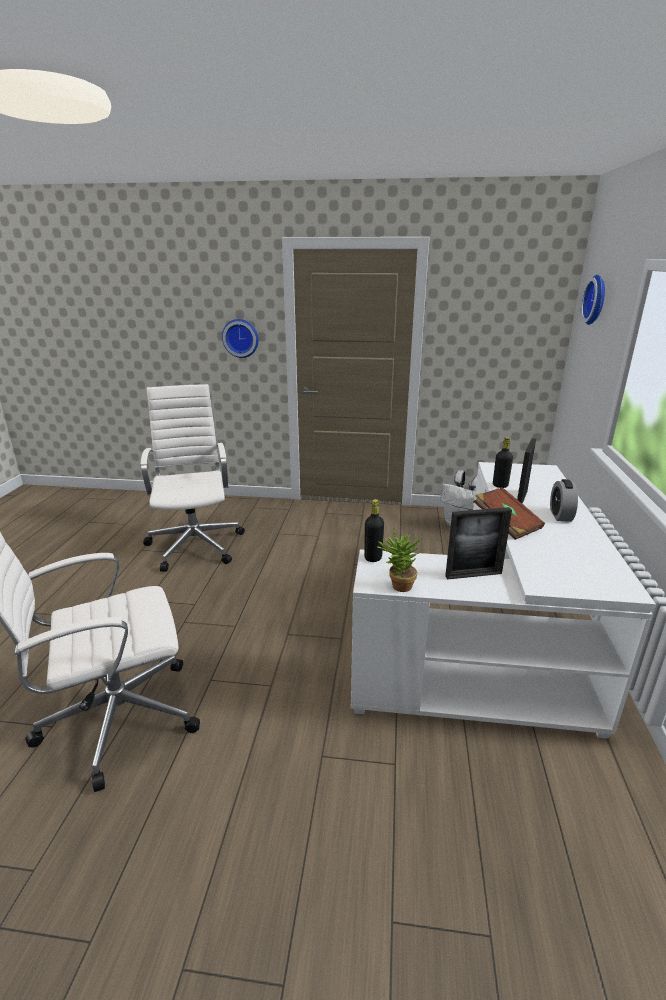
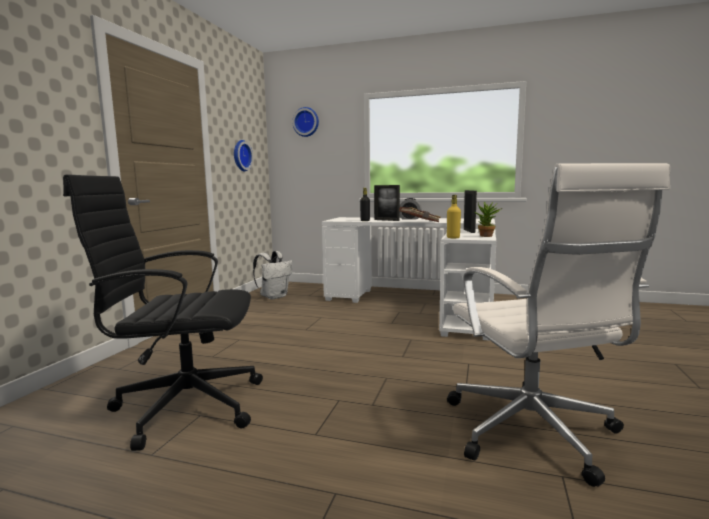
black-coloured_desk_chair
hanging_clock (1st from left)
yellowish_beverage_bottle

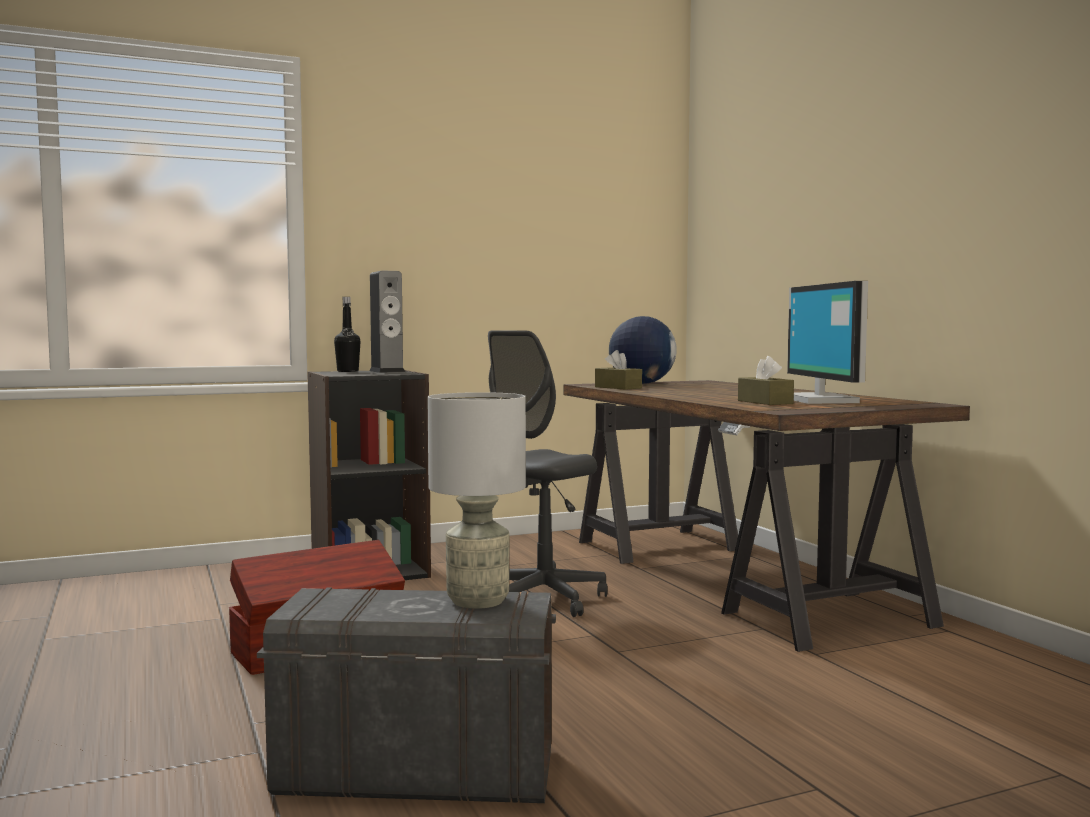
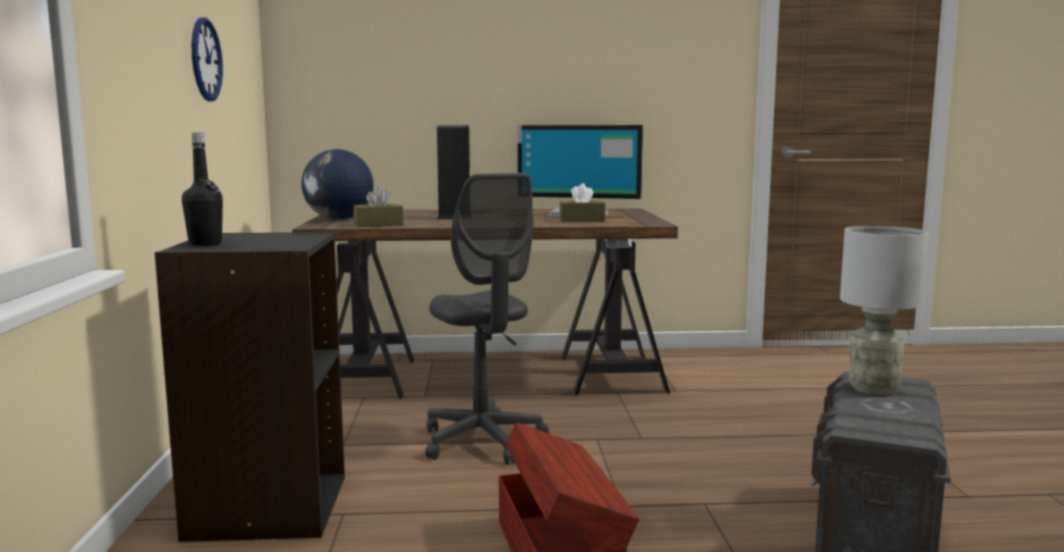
hanging_clock
audio_speaker

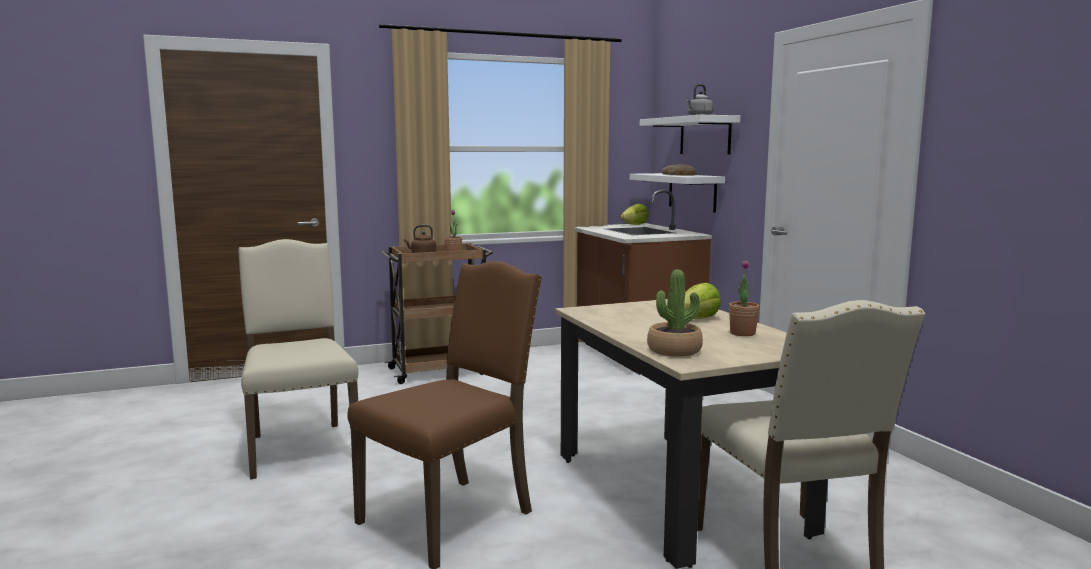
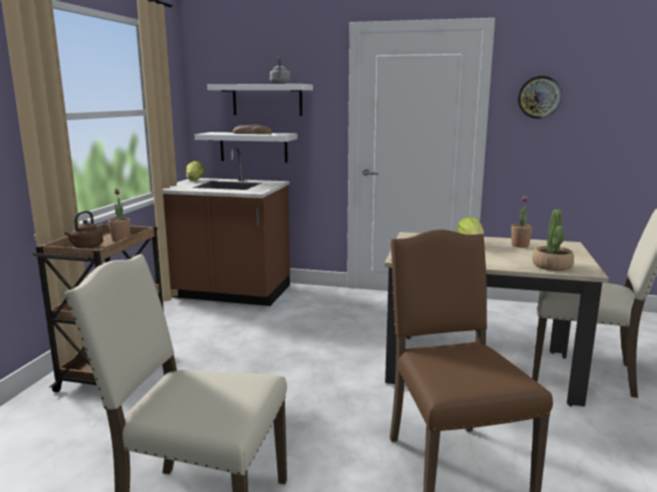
hanging_clock

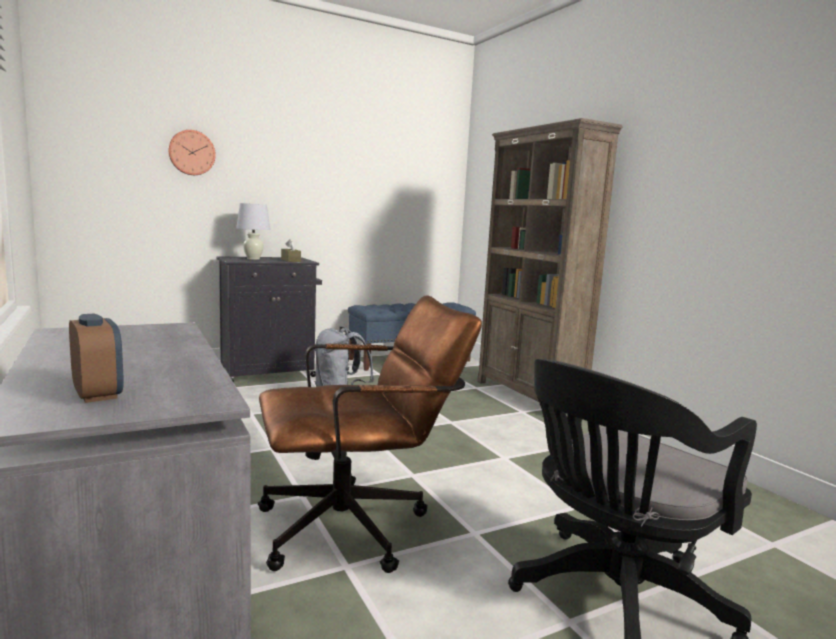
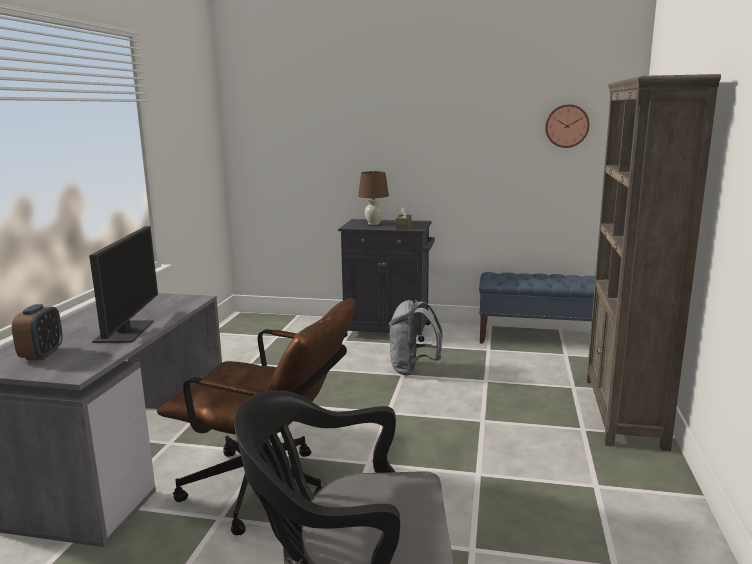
computer_display
brownish_table_lamp
hanging_clock

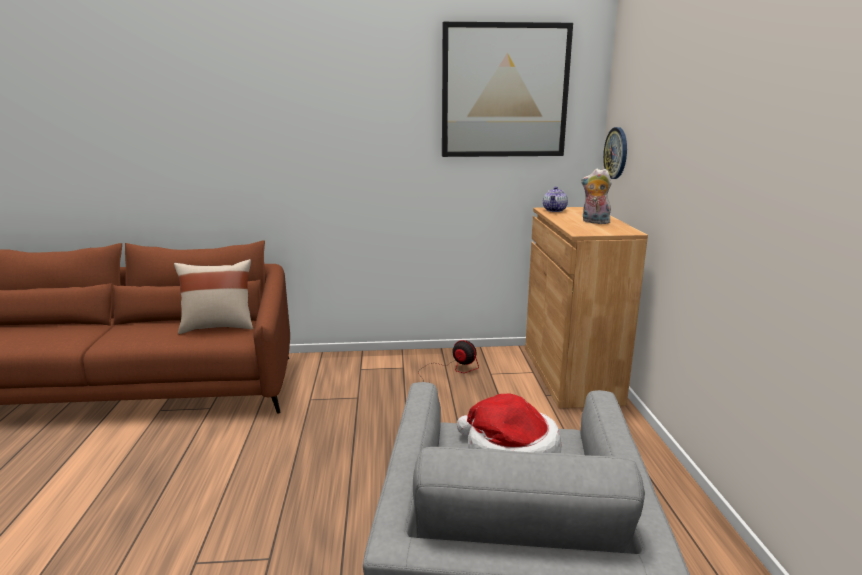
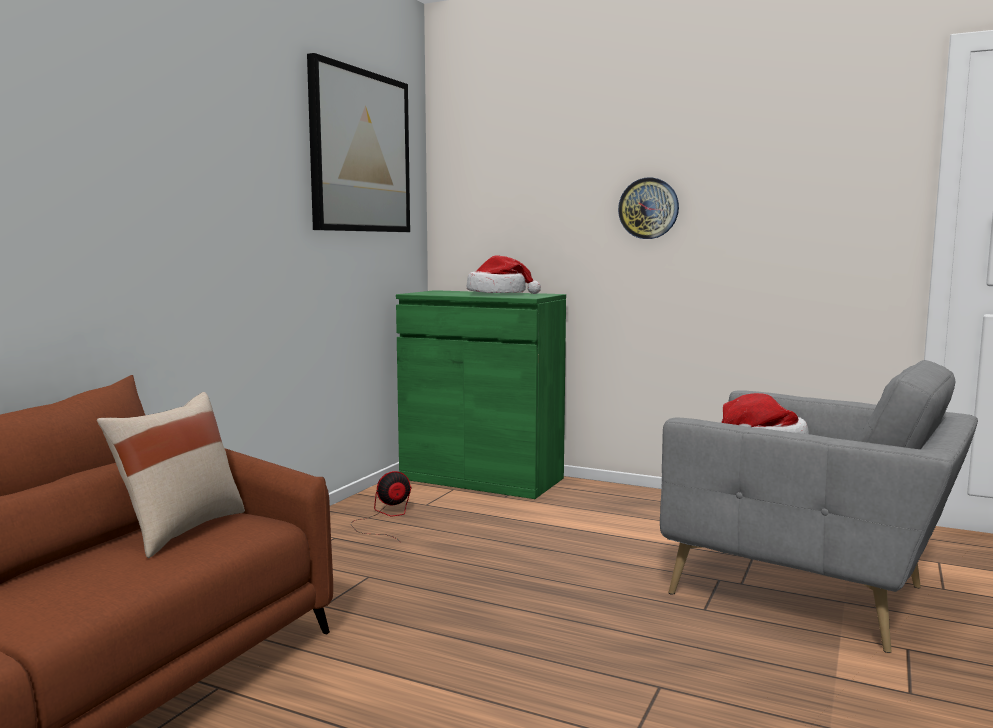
greenish_storage_cabinet
wearable_hat (1st from left)
hanging_clock
tea_pot

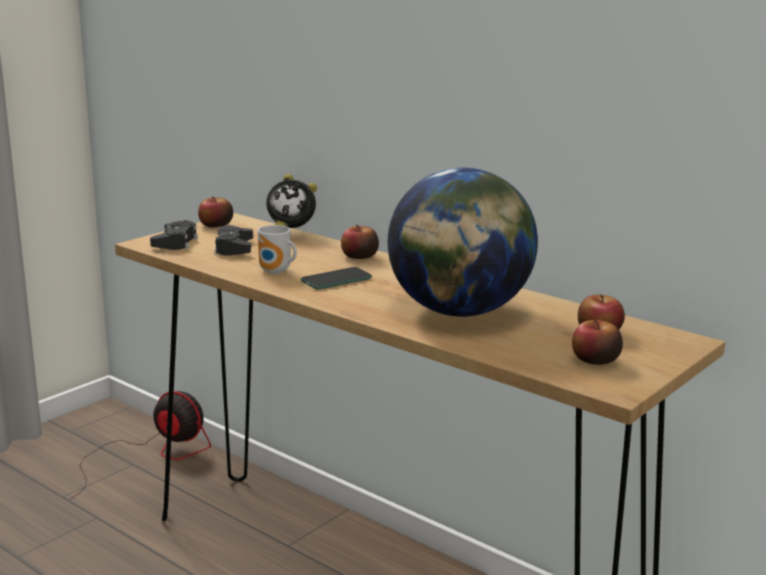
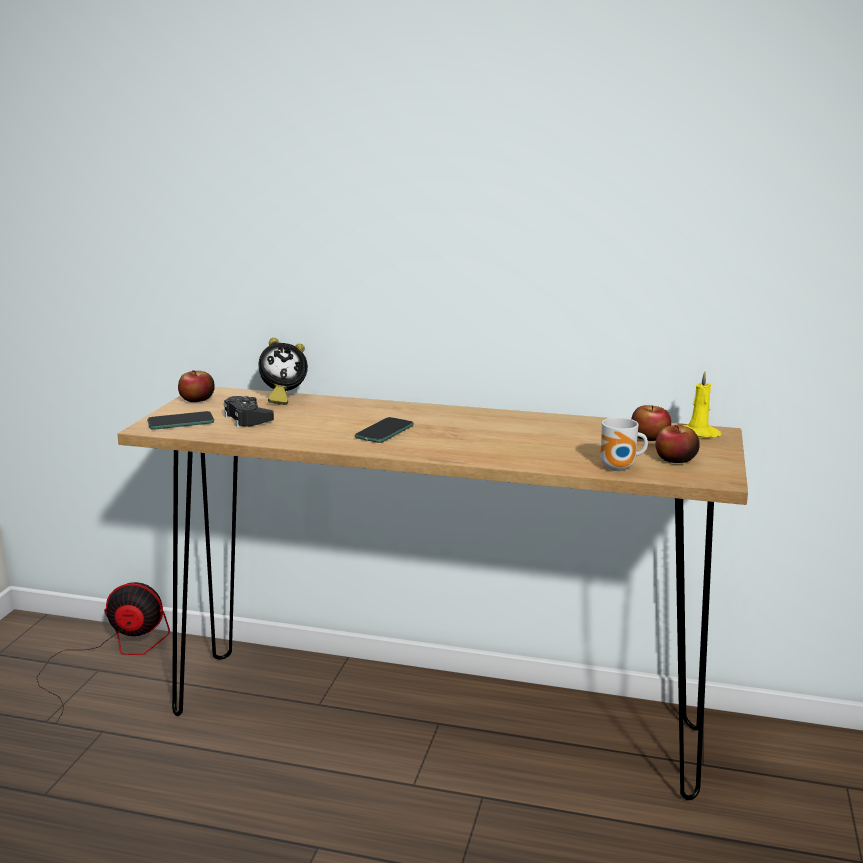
phone (1st from left)
coffee_mug
yellowish_wax_candle
whole_apple (2nd from left in the first image)
world_globe

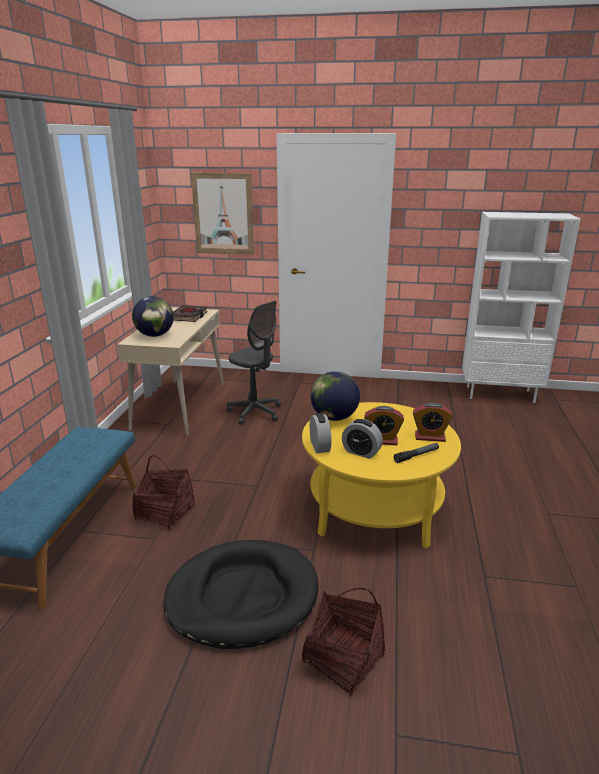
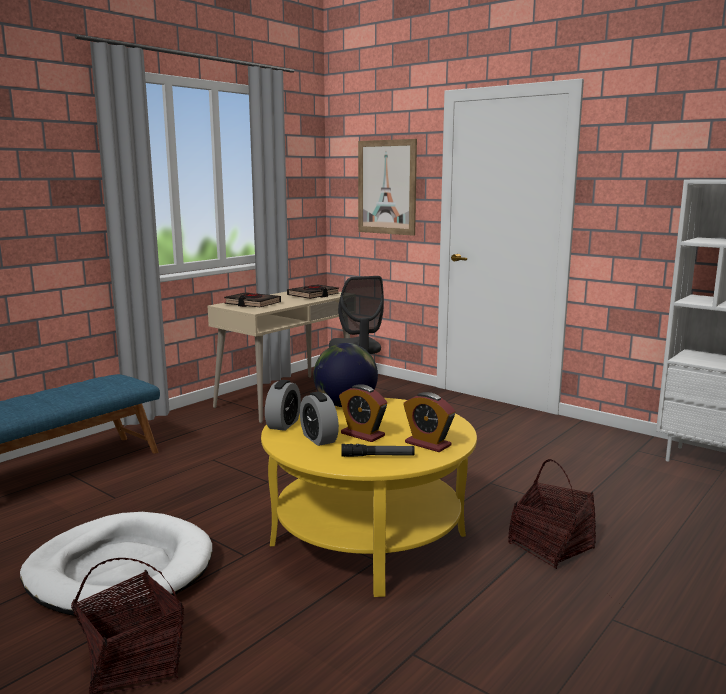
whitish_pet_bed
black-coloured_bound_book (1st from left)
basket (2nd from left)

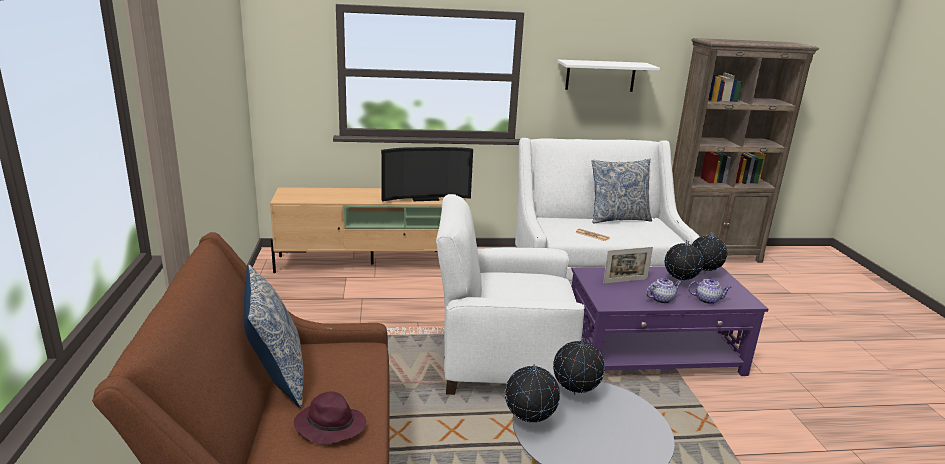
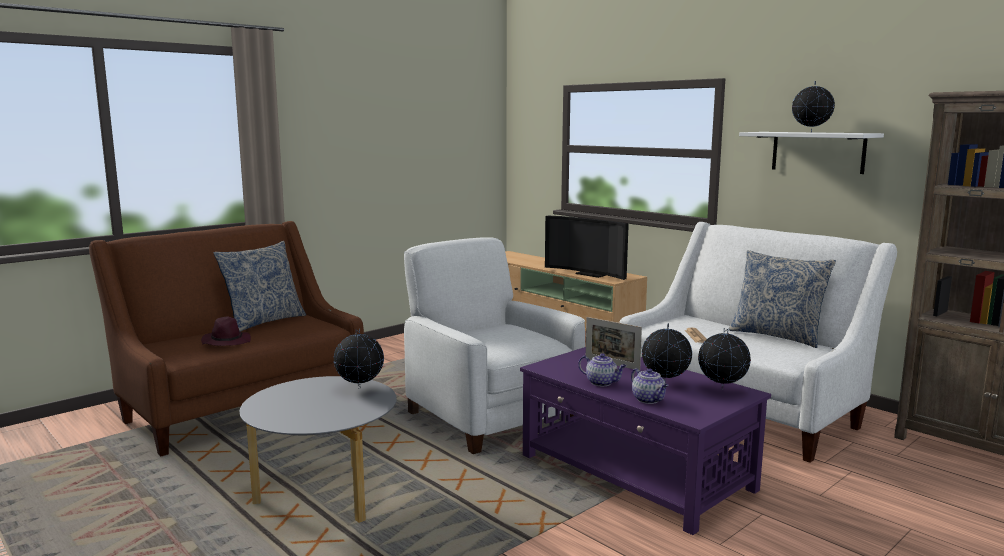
world_globe (4th from left)

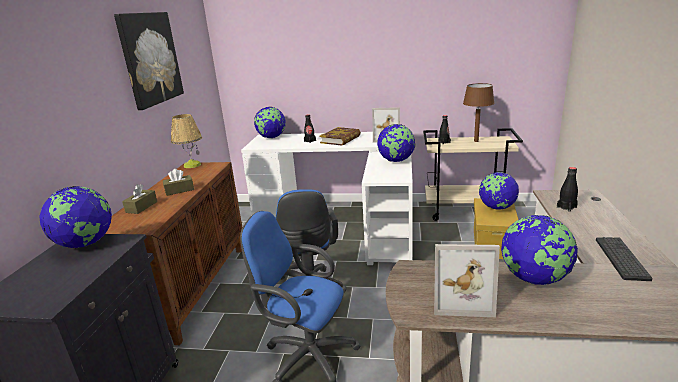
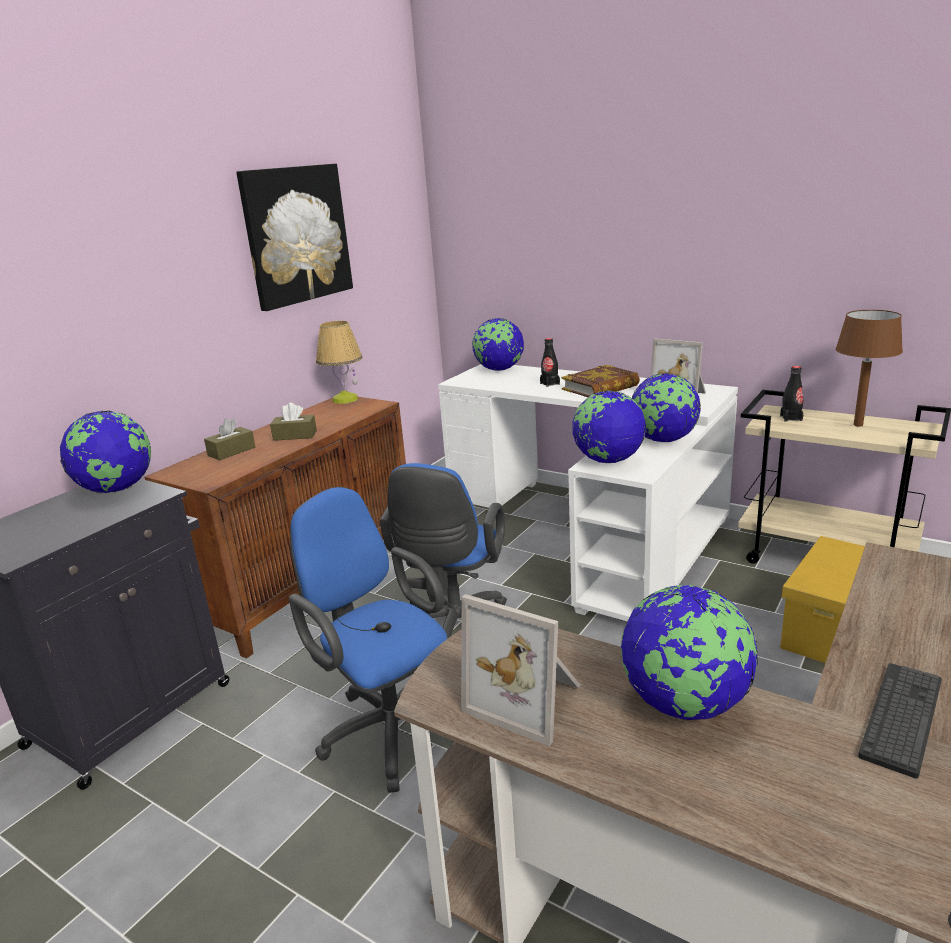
world_globe (3rd from left)
black-coloured_beverage_bottle (3rd from left in the first image)

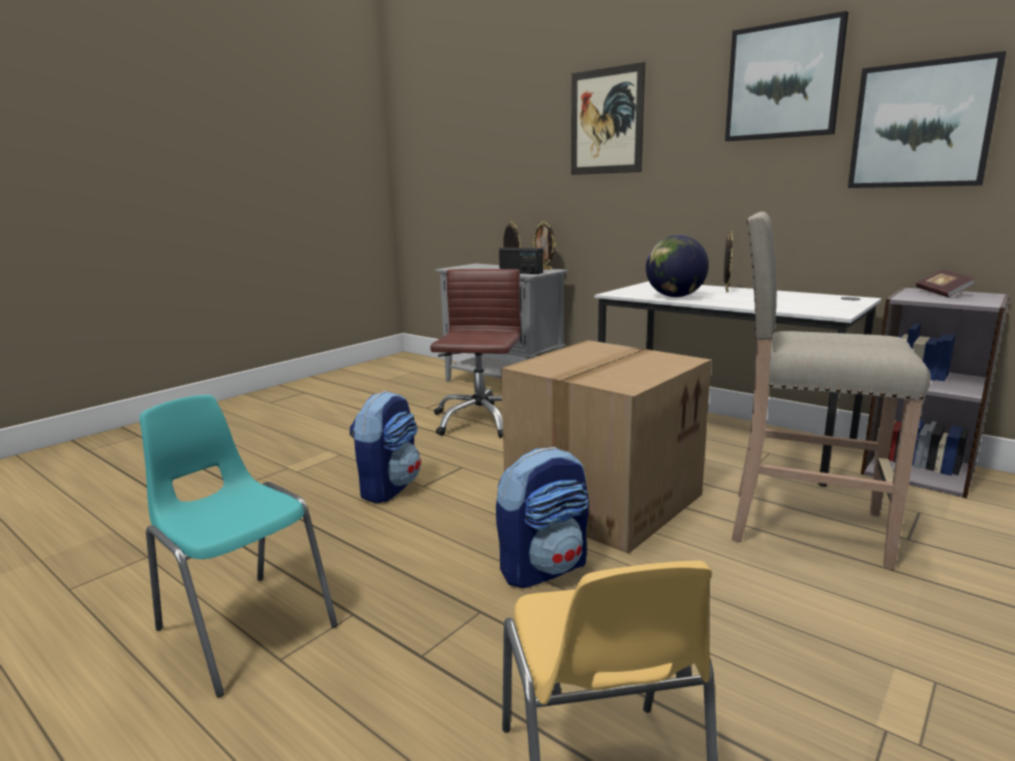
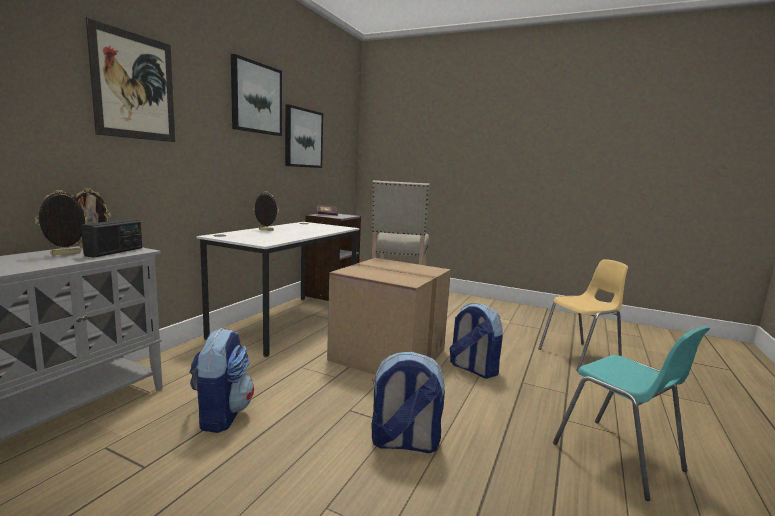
knapsack (1st from left)
turquoise-coloured_upright_chair
world_globe

